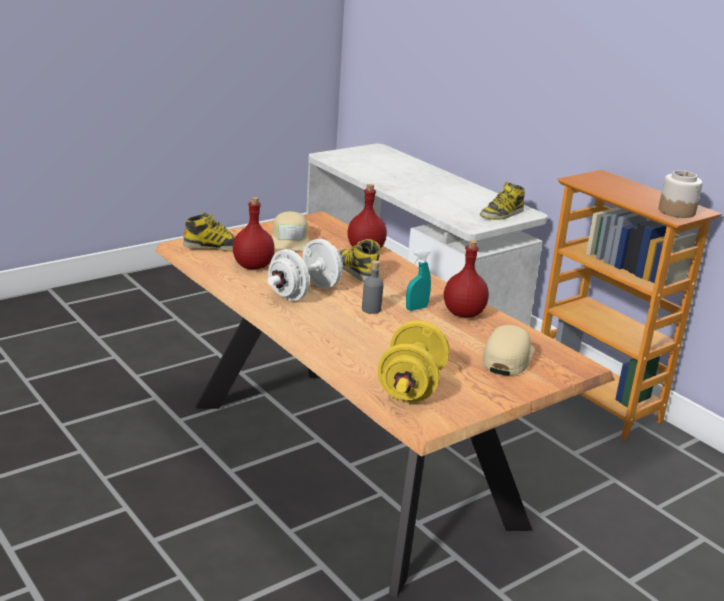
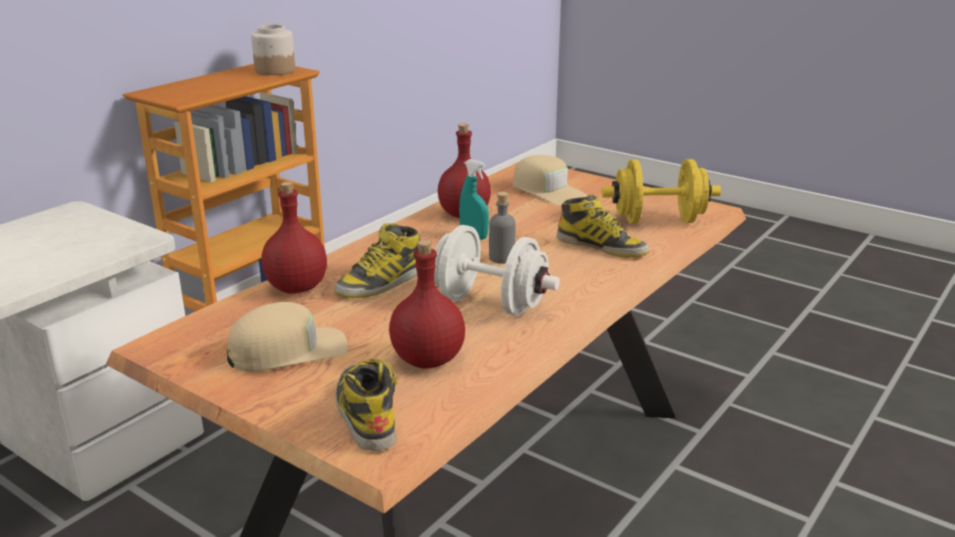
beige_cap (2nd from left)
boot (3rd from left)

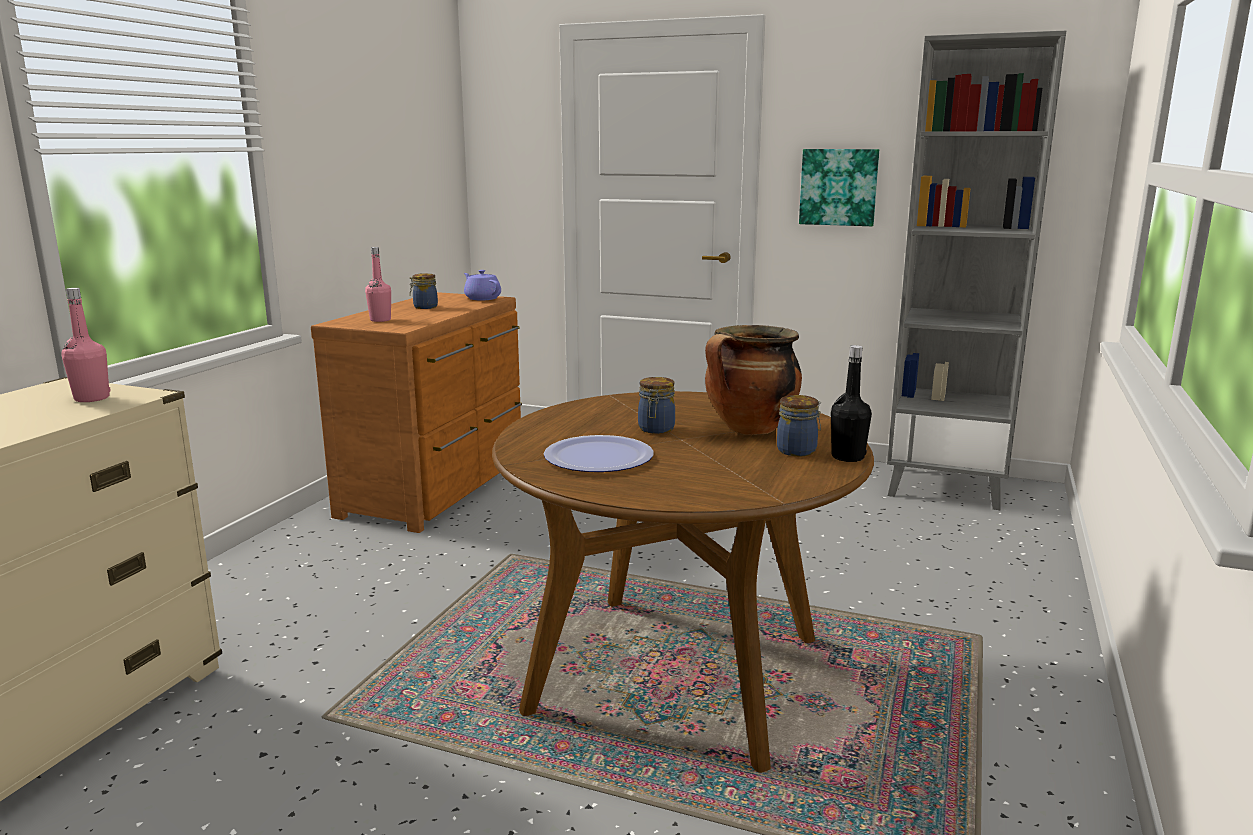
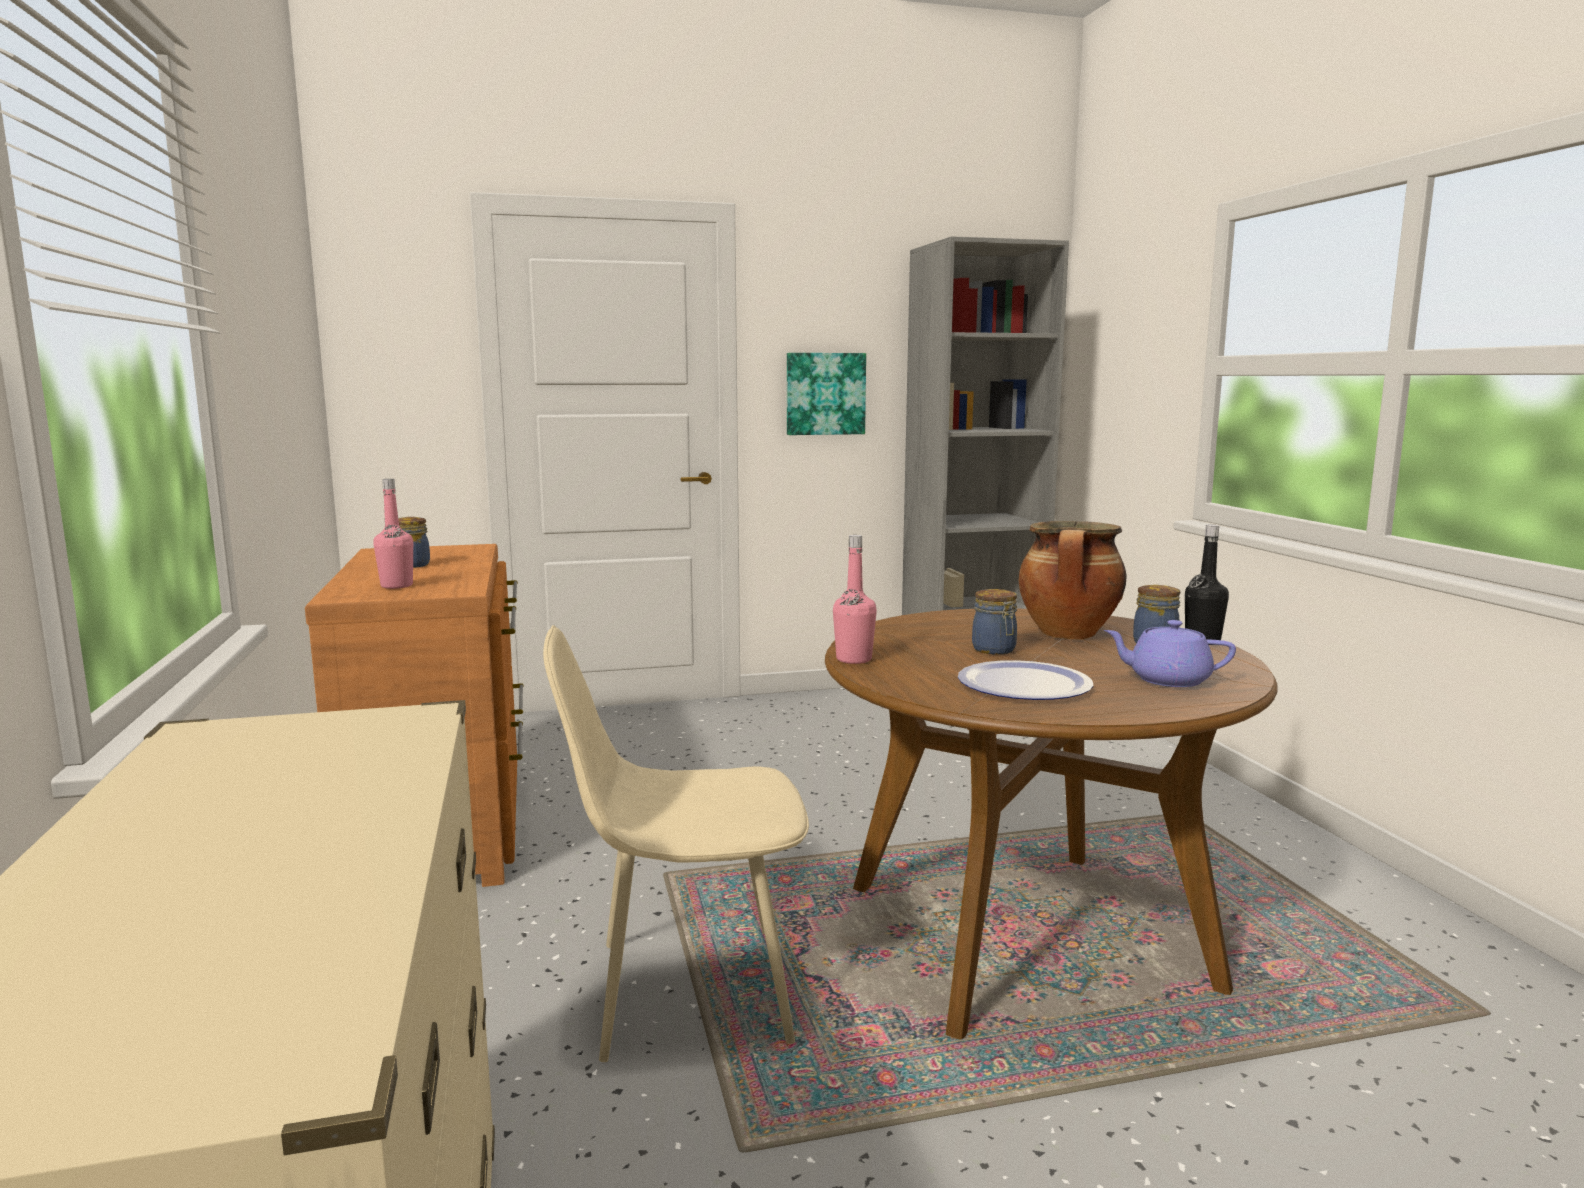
beige_upright_chair
pink-coloured_beverage_bottle (2nd from left)
purple-coloured_tea_pot

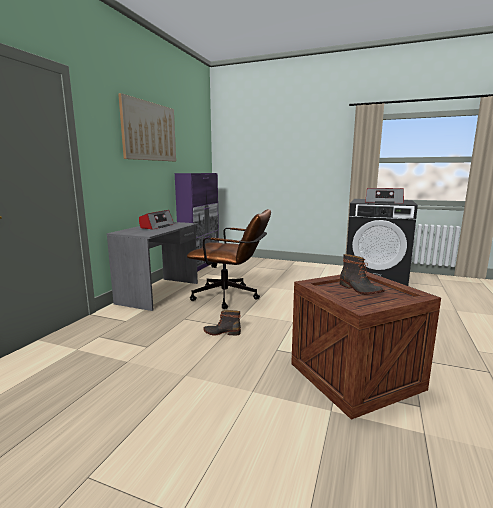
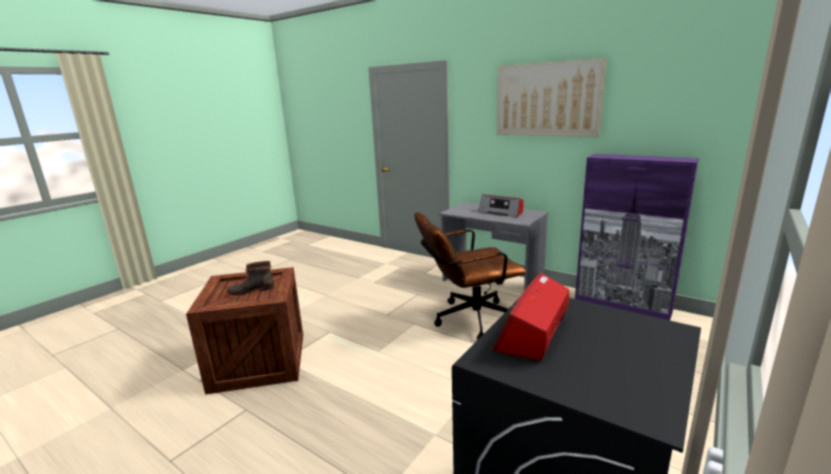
brownish_desk_chair
boot (1st from left in the first image)

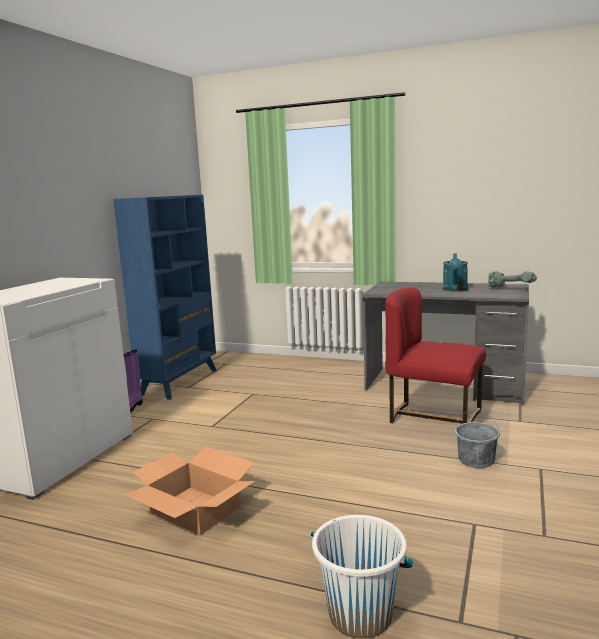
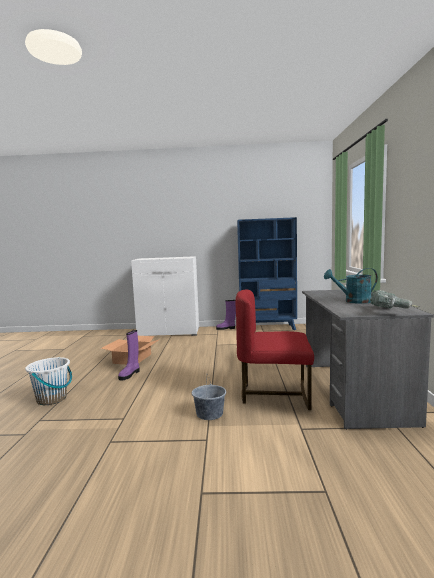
purple-coloured_boot (1st from left)
reddish_upright_chair

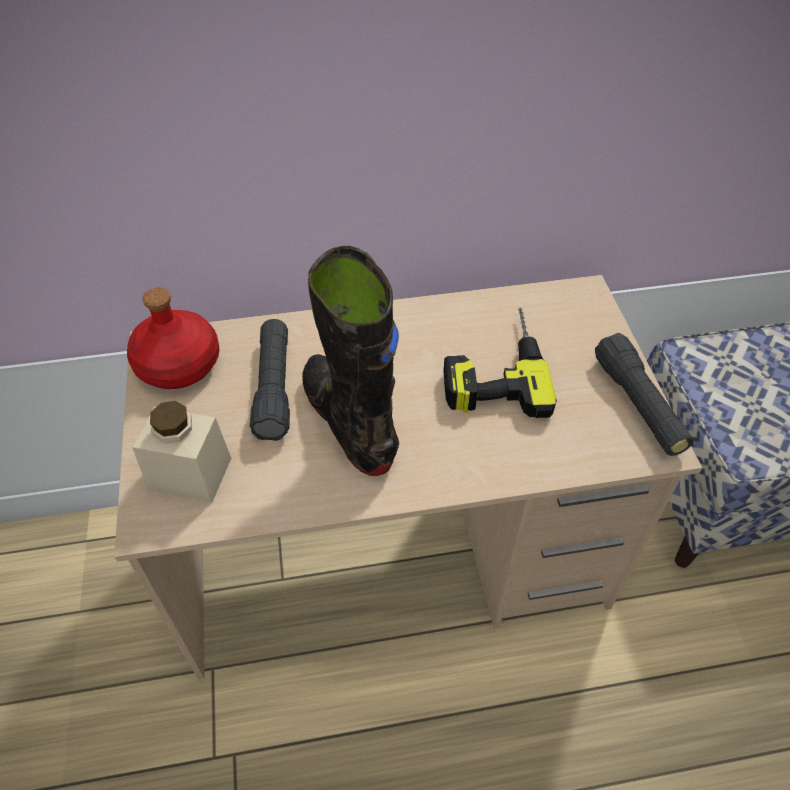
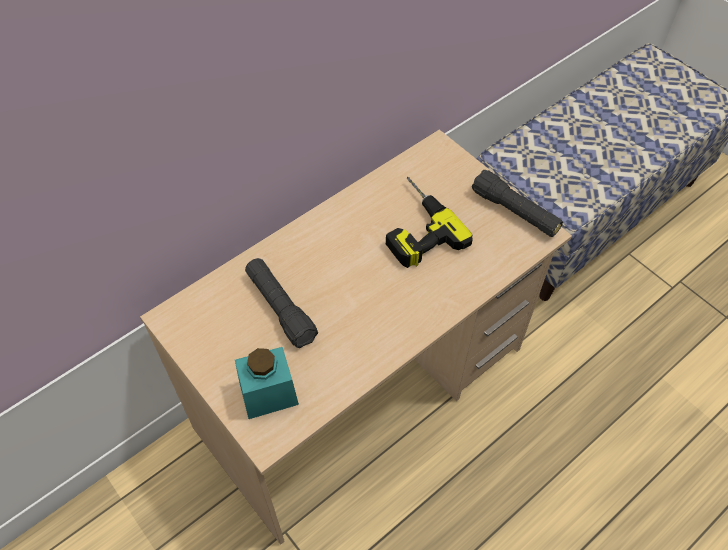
turquoise-coloured_jar
reddish_beverage_bottle
black-coloured_boot

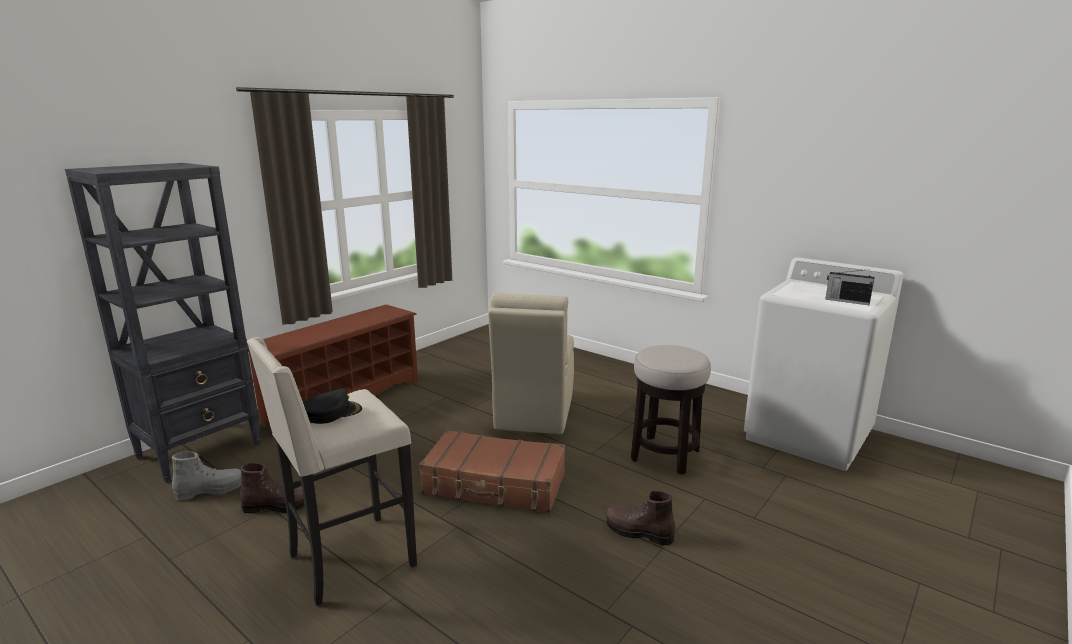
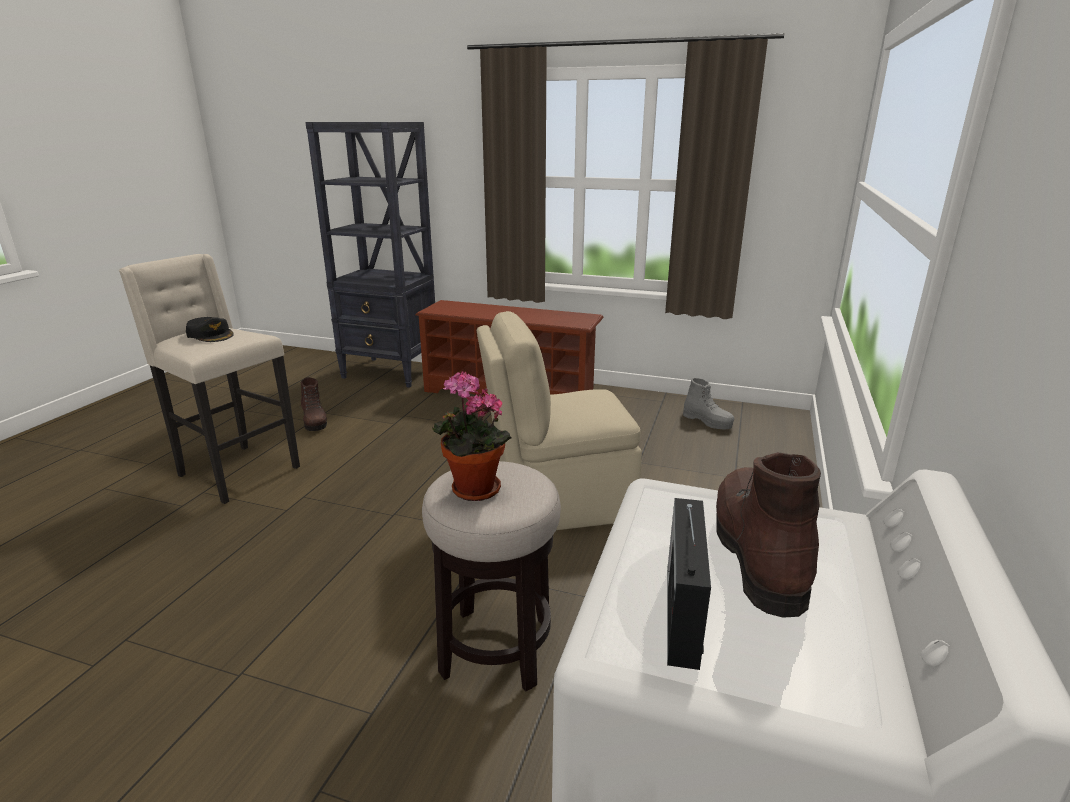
plant_in_a_pot
gray_boot
brownish_boot (2nd from left)
brownish_travel_case

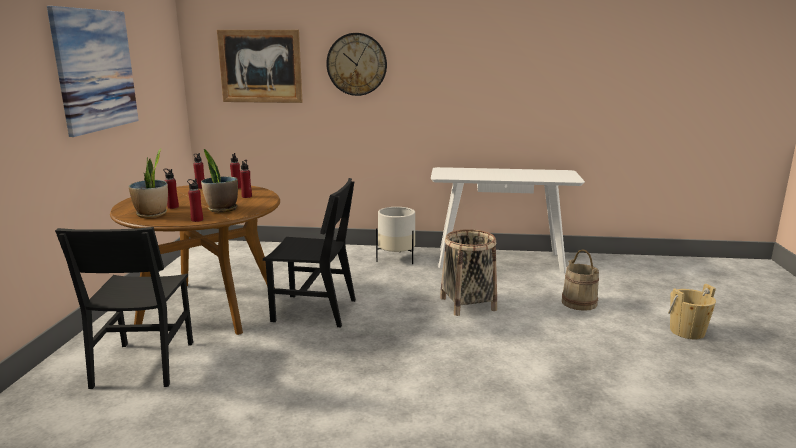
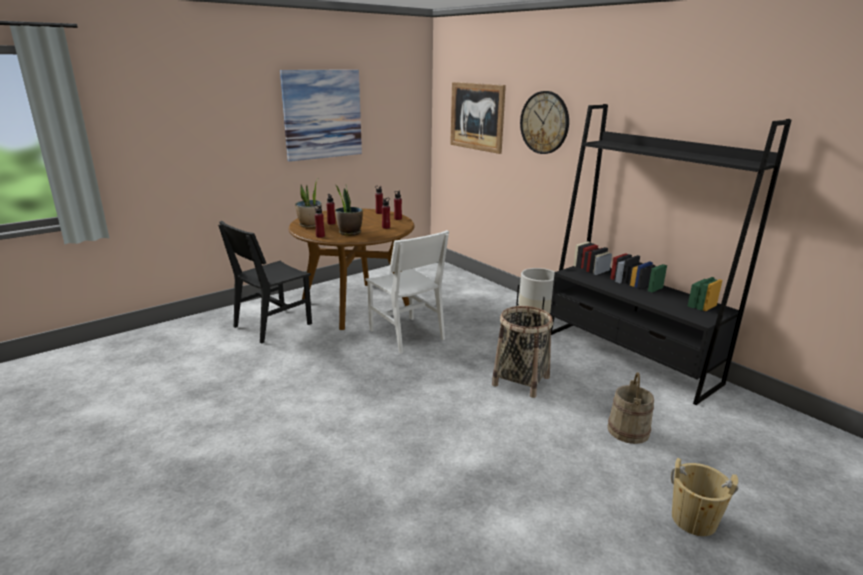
whitish_upright_chair
black-coloured_bookshelf

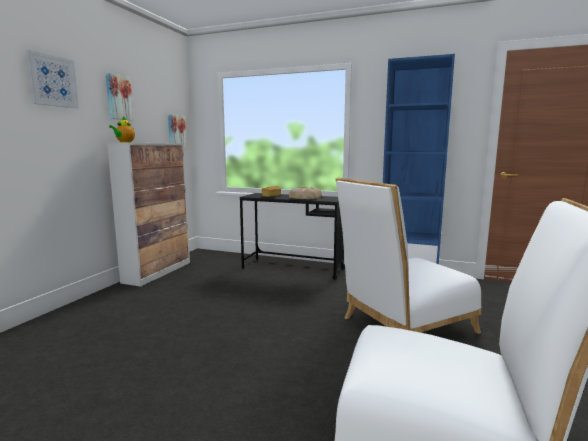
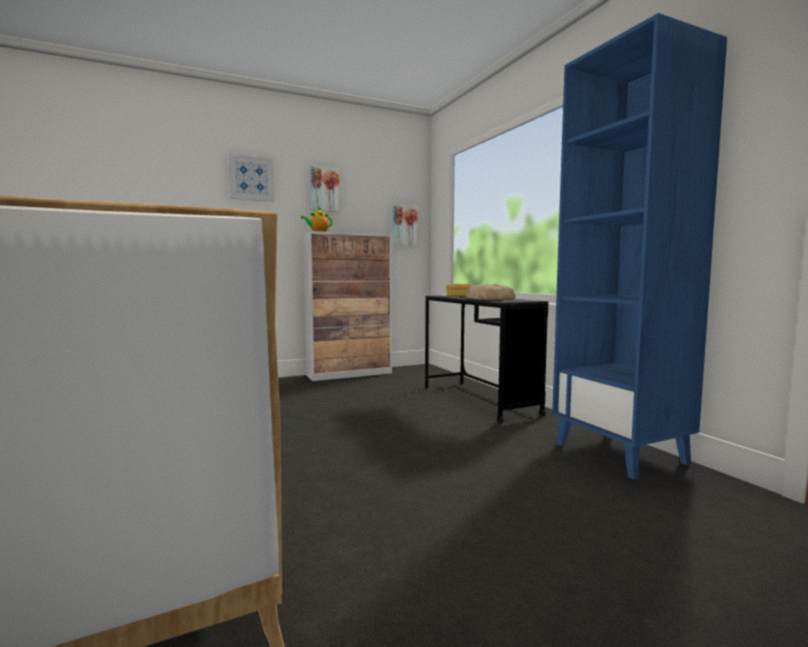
whitish_upright_chair (1st from left in the first image)

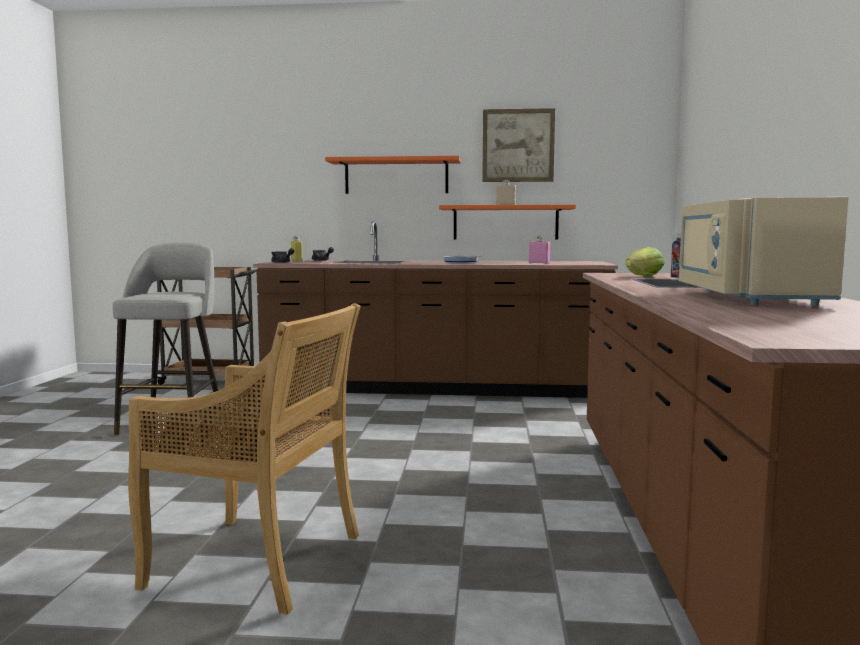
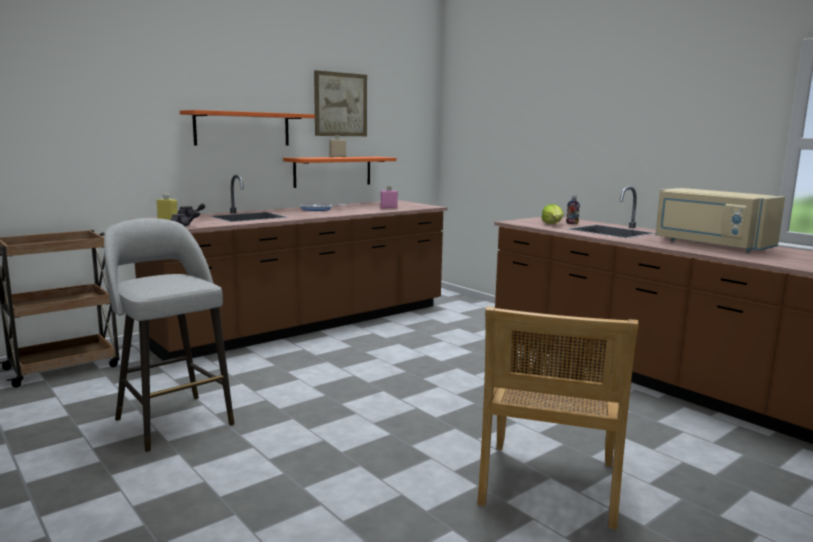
beige_upright_chair

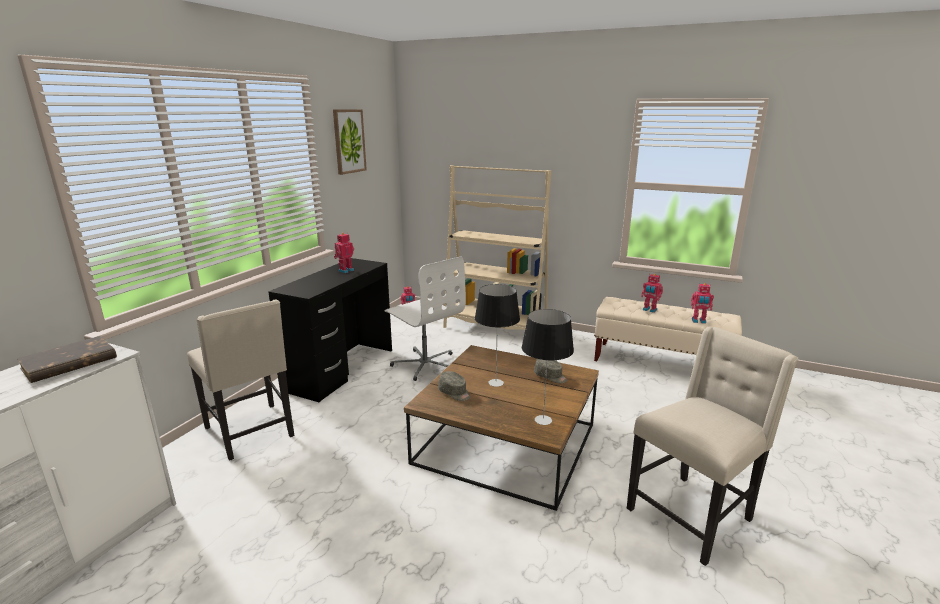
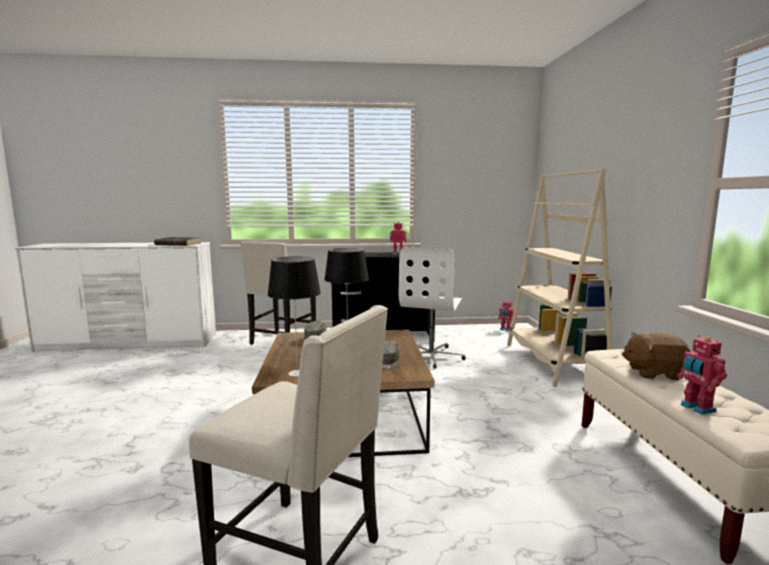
brownish_plush_toy
picture

